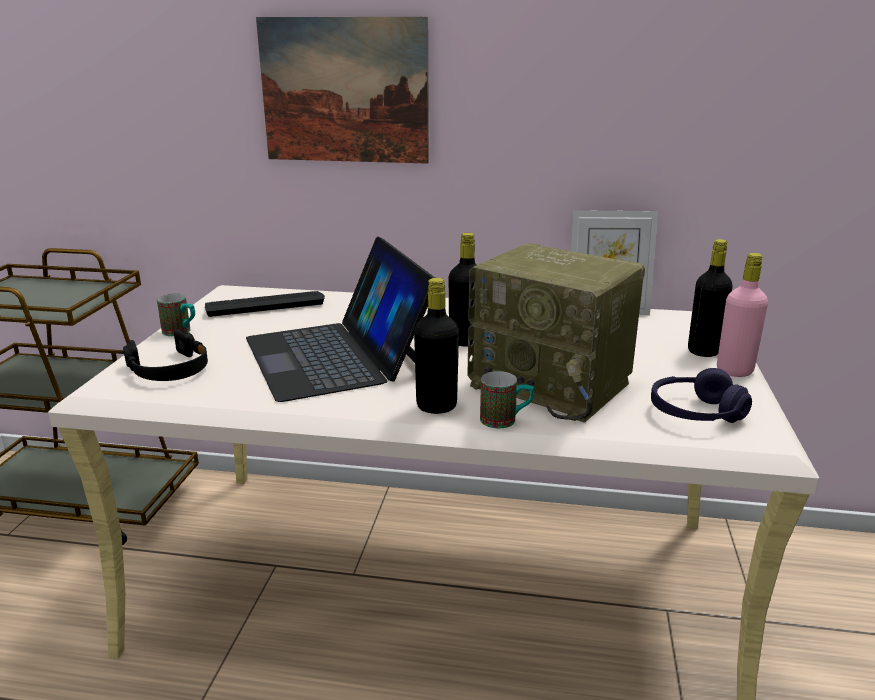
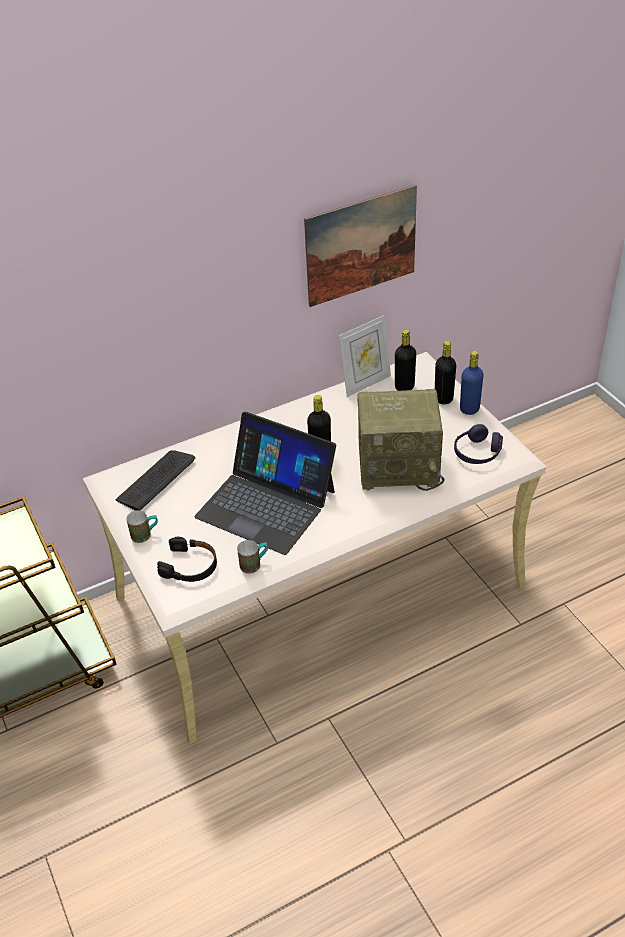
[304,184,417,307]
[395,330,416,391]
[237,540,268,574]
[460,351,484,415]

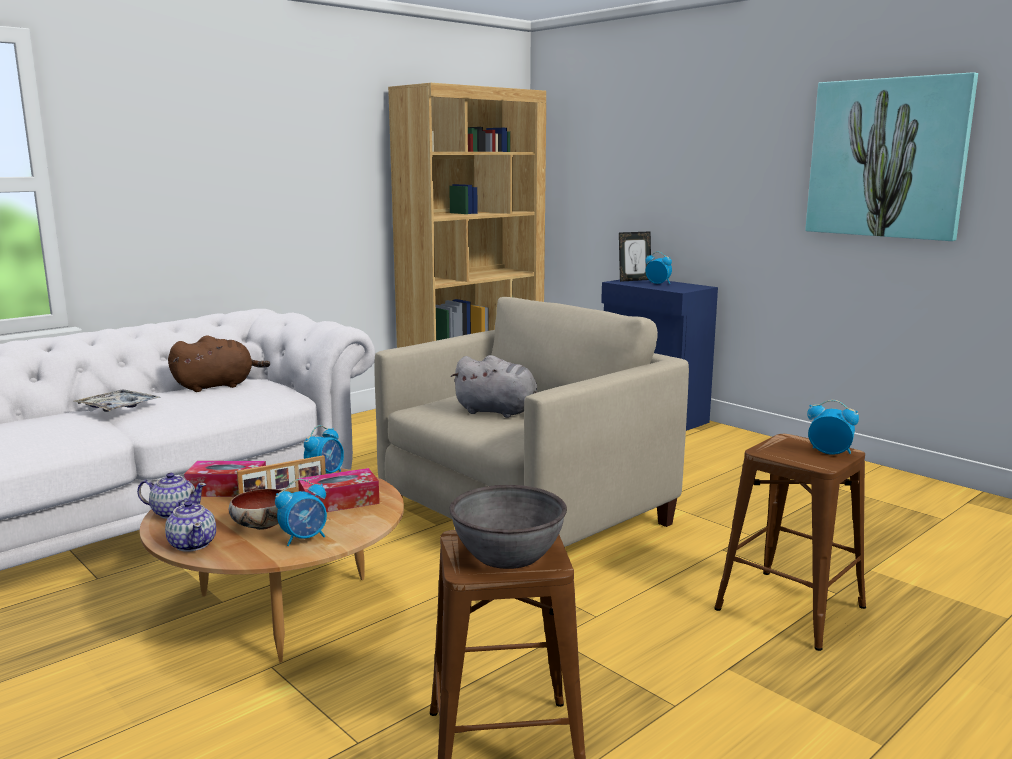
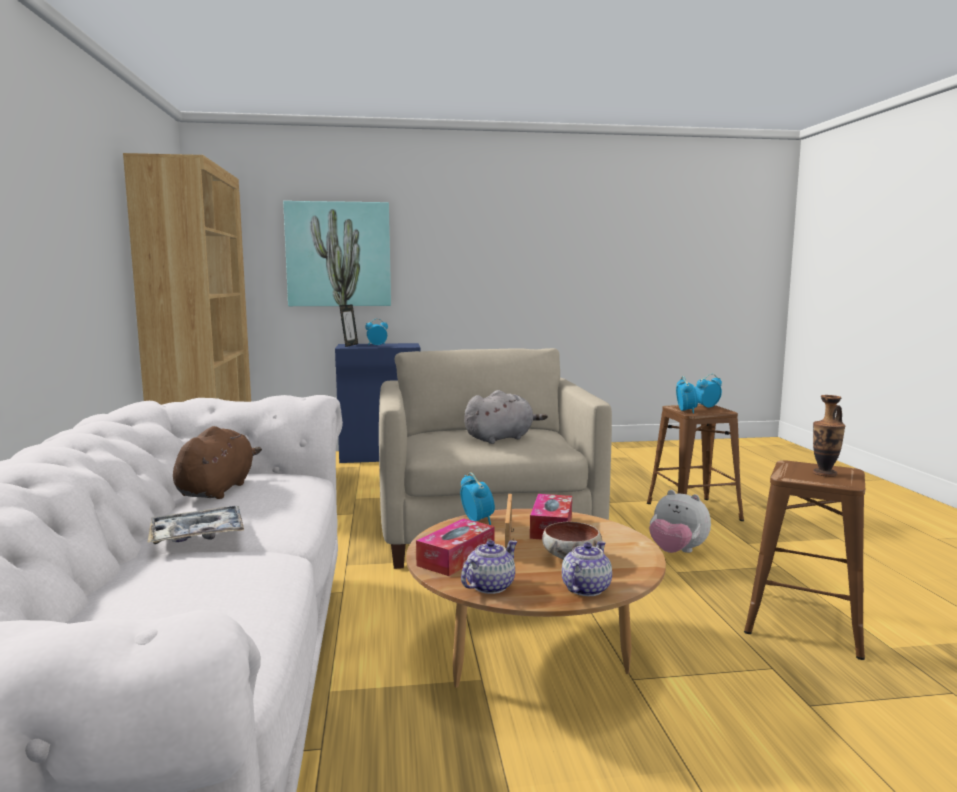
[562,541,612,596]
[676,376,698,414]
[813,395,845,477]
[283,201,391,306]
[649,490,711,553]

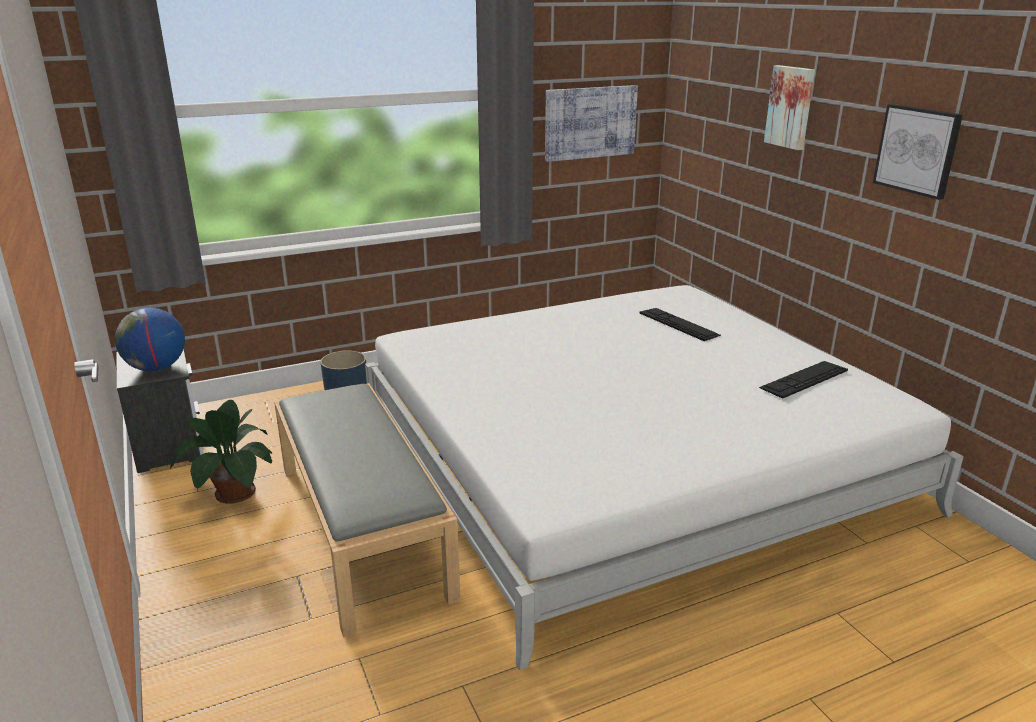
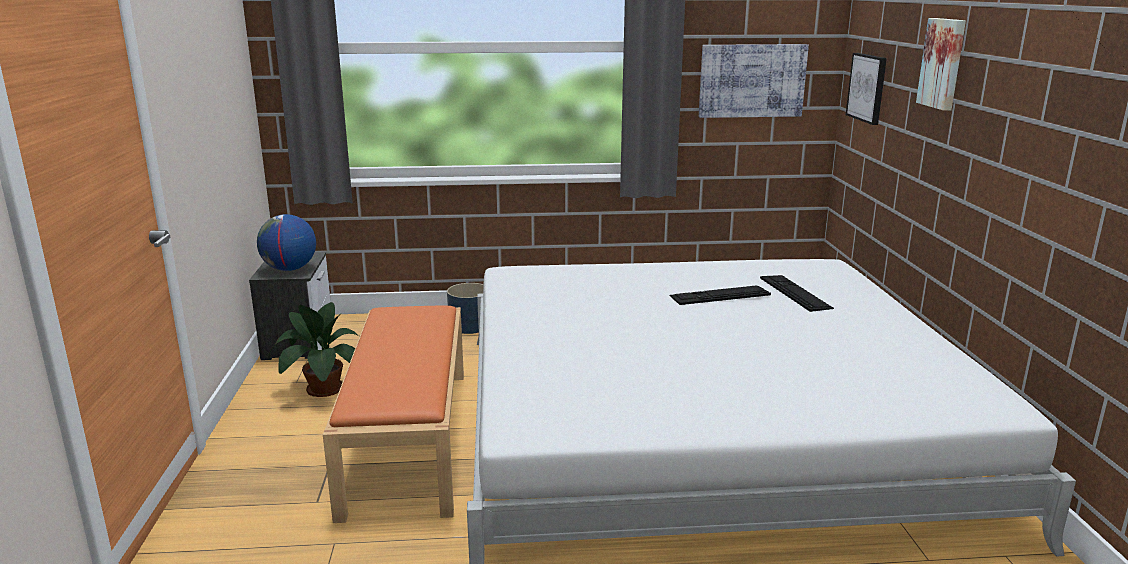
[323,306,464,523]
[669,286,771,305]
[846,53,887,125]

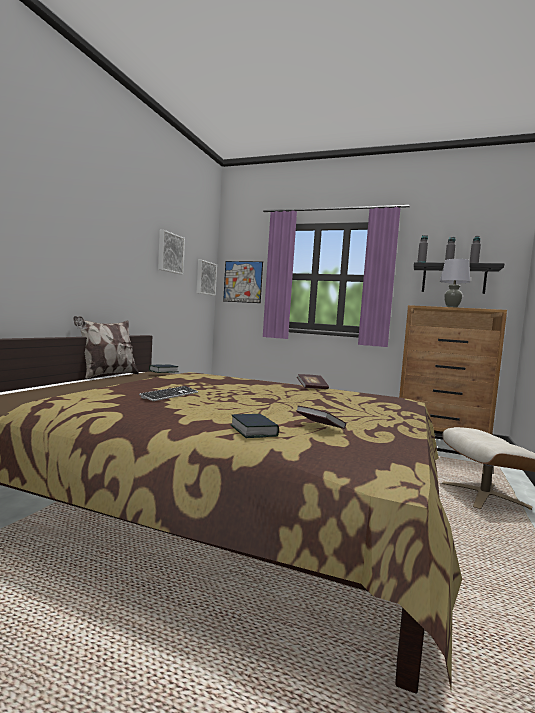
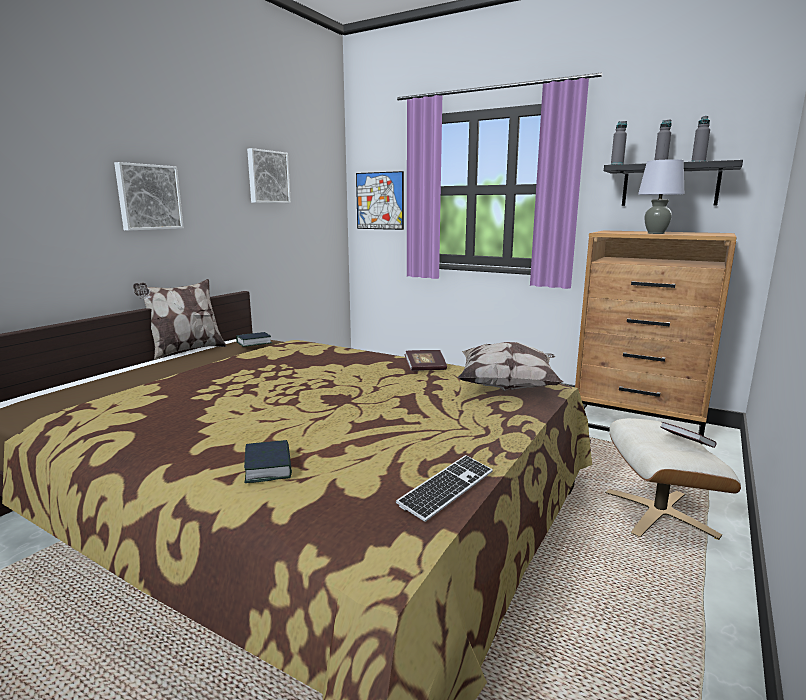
[396,455,493,522]
[114,162,184,231]
[660,422,717,448]
[458,342,564,391]

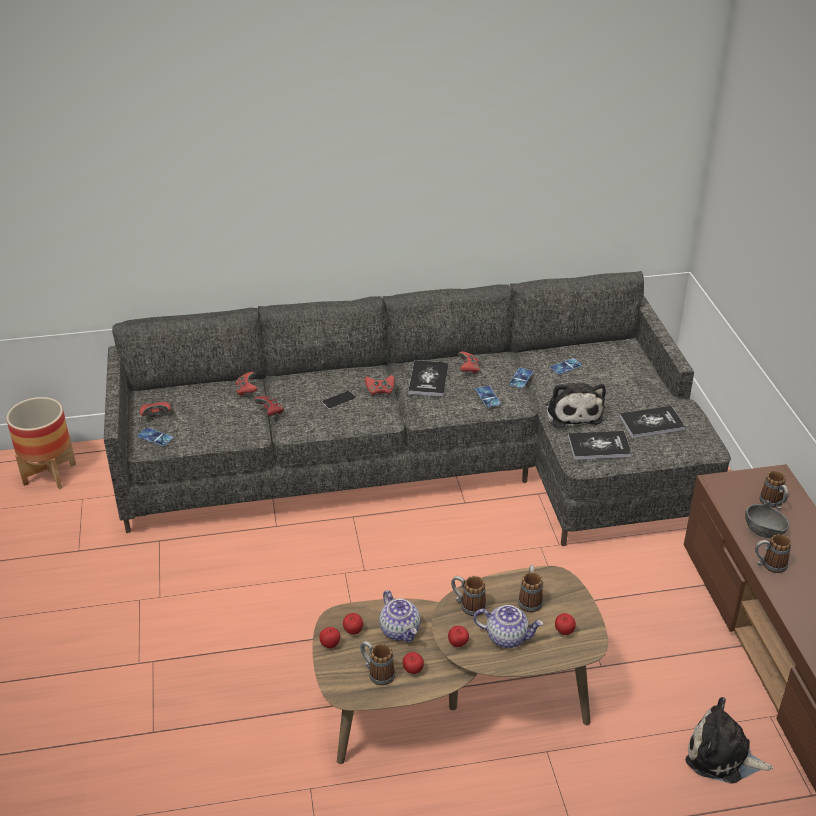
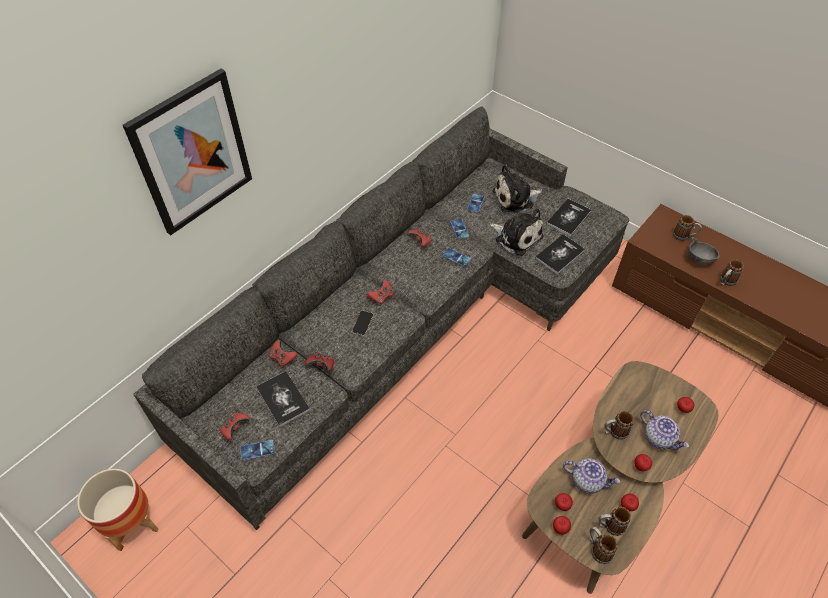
[256,371,310,427]
[640,410,689,450]
[590,527,618,564]
[493,164,542,214]
[123,69,252,235]

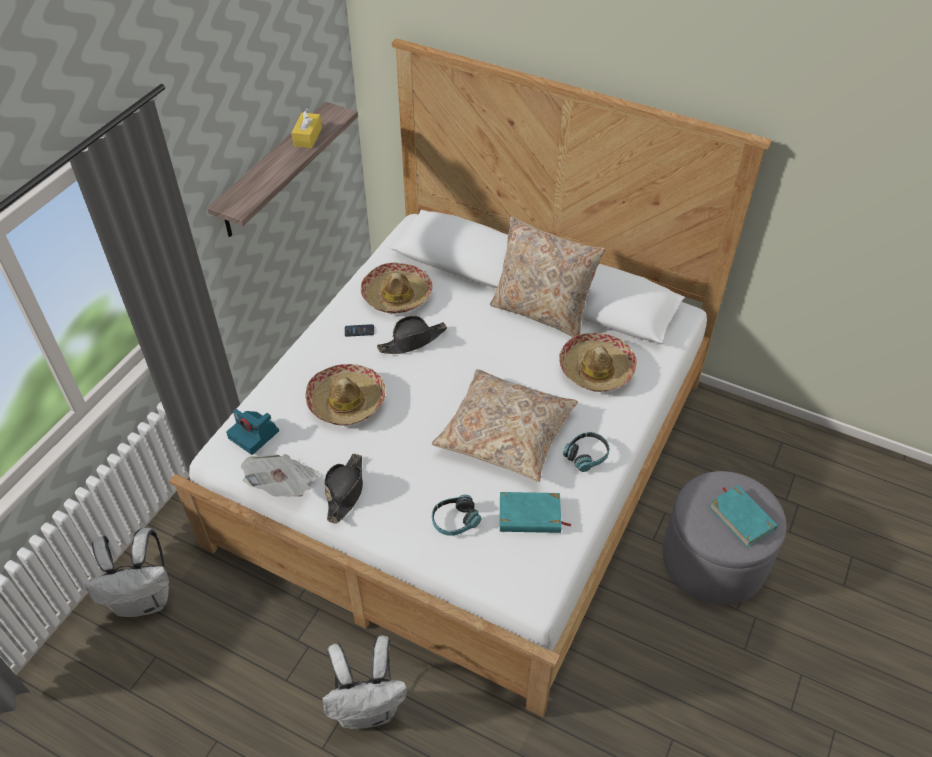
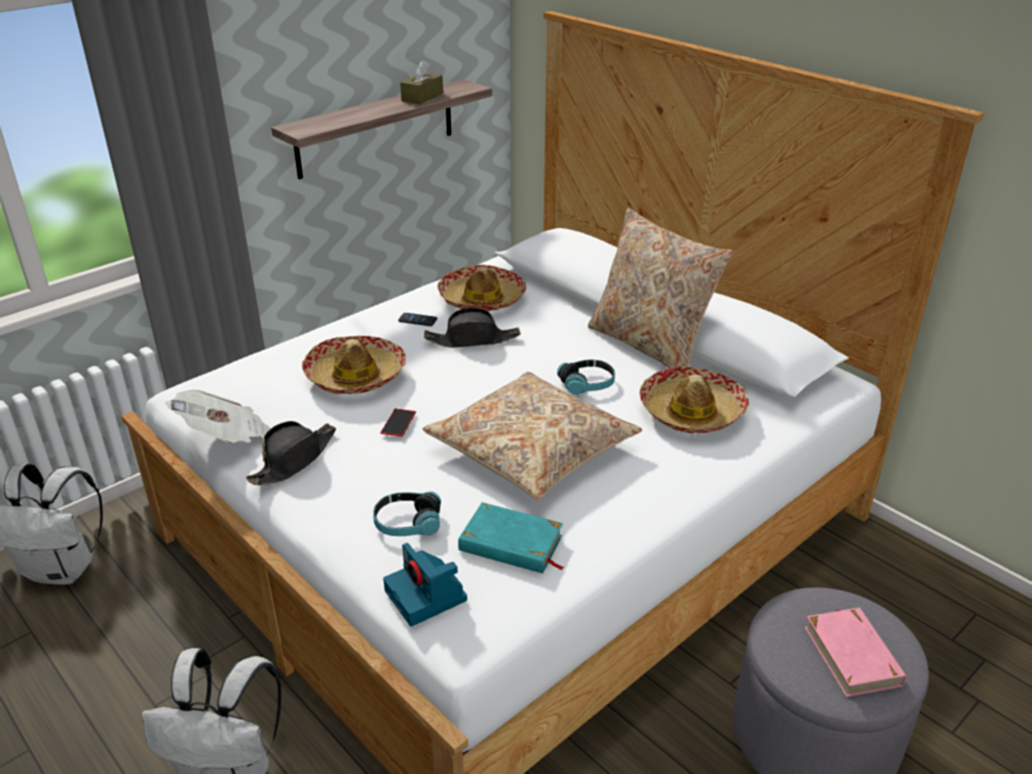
[383,543,467,627]
[400,60,443,104]
[557,359,615,395]
[804,607,906,697]
[380,408,416,437]

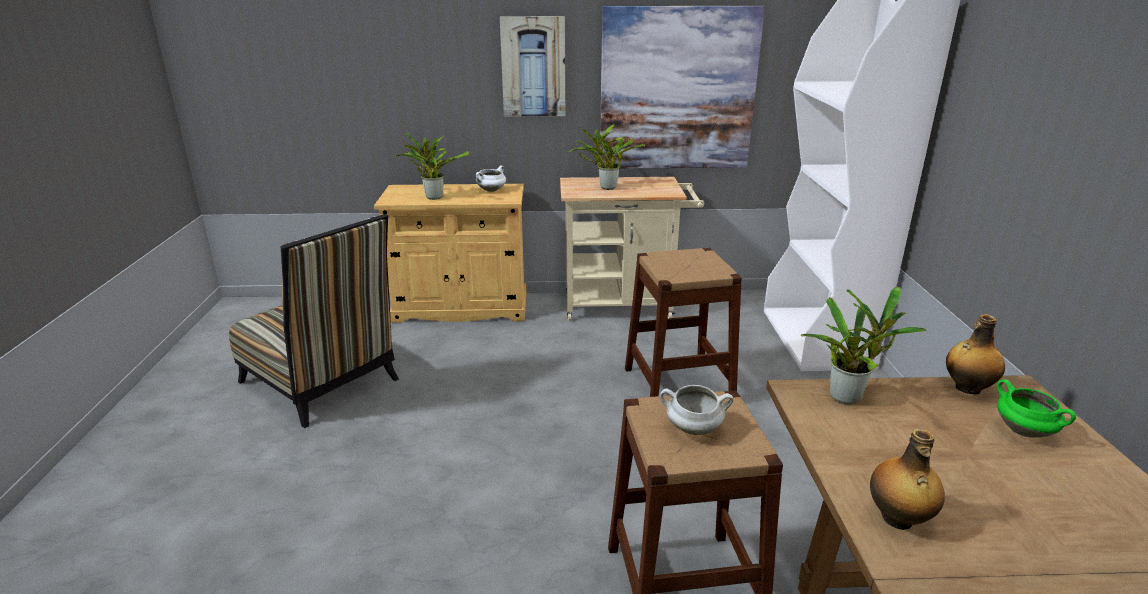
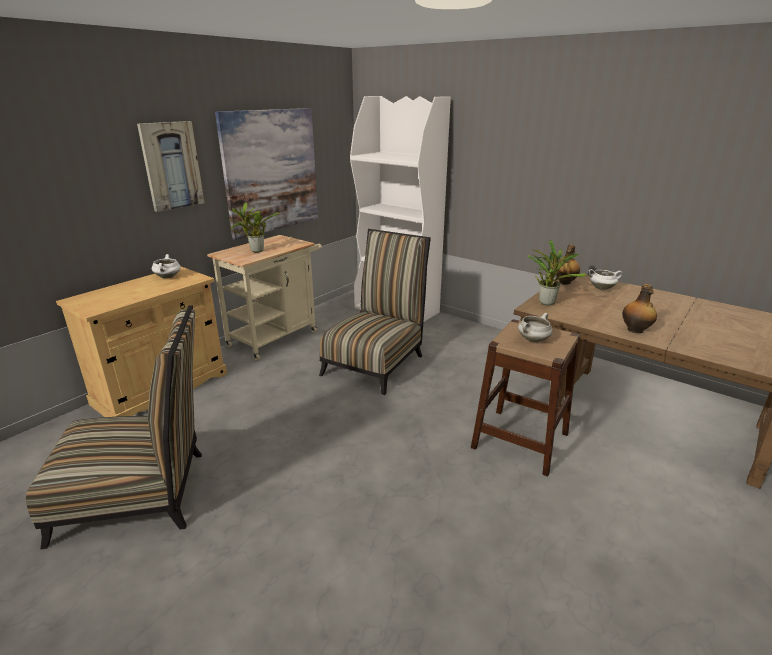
[395,132,470,200] (first image)
[319,229,431,395]
[588,269,622,290]

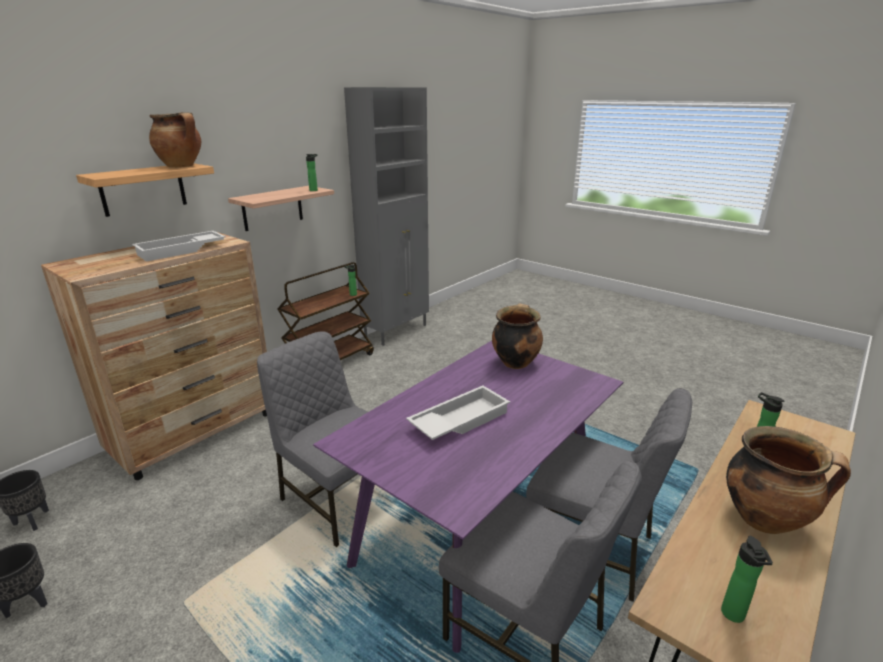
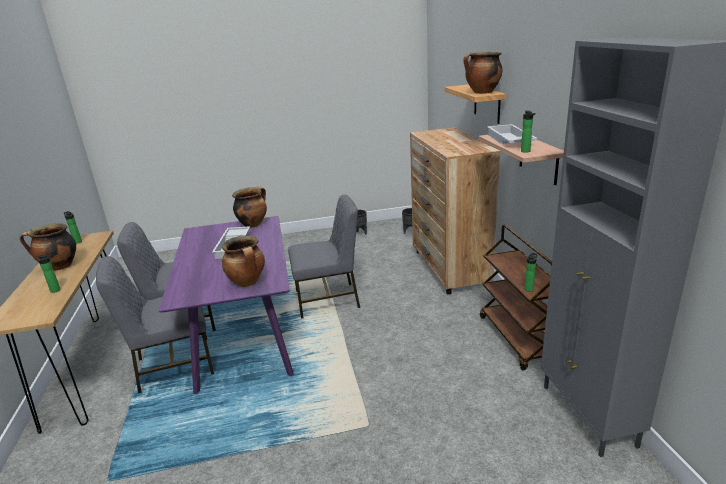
[487,124,537,144]
[232,186,267,228]

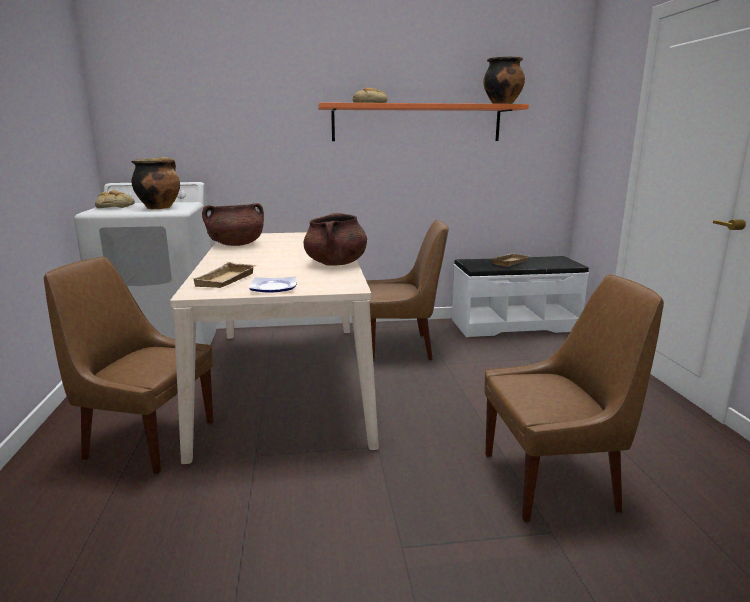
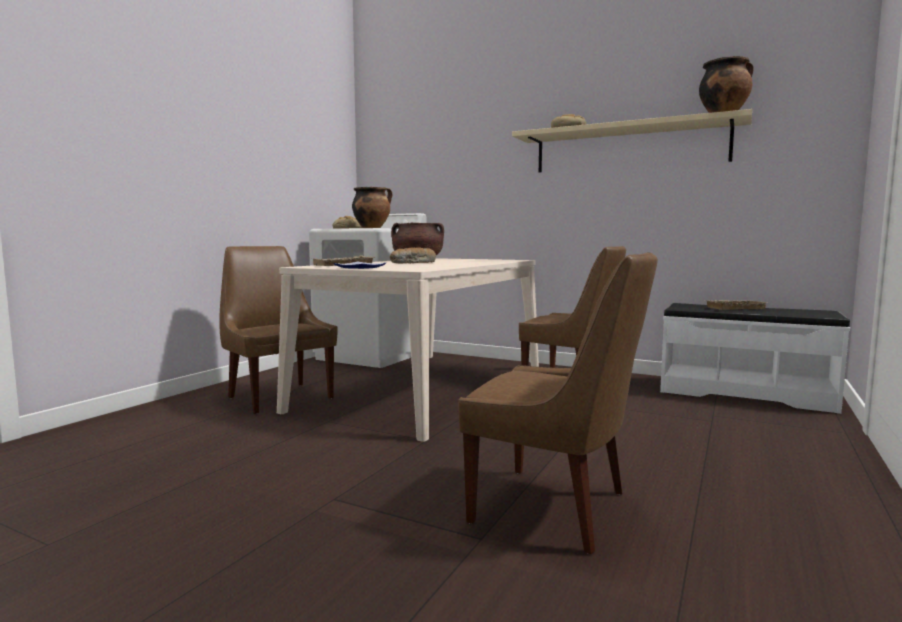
[303,213,367,266] (first image)
[512,109,752,173]
[390,247,436,263]

